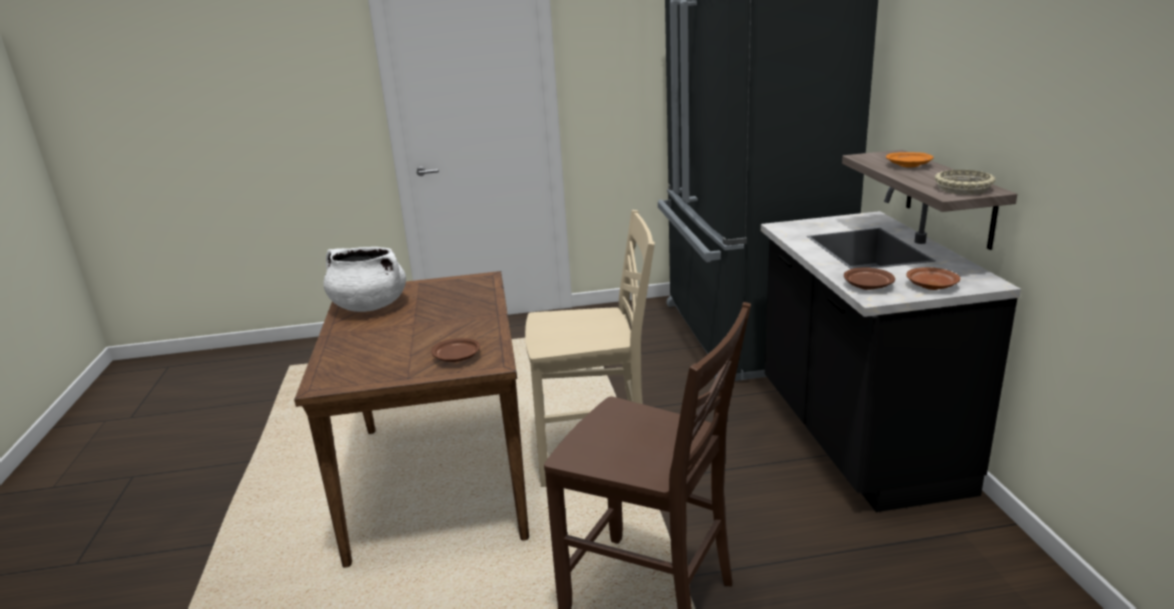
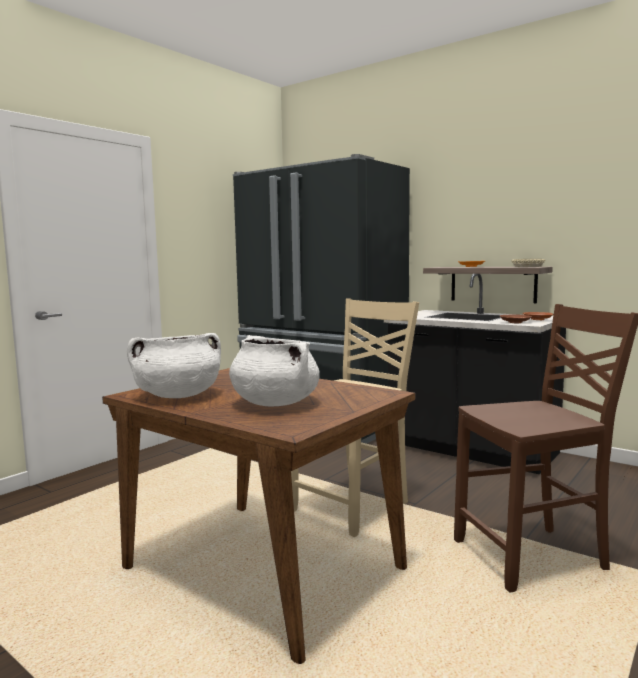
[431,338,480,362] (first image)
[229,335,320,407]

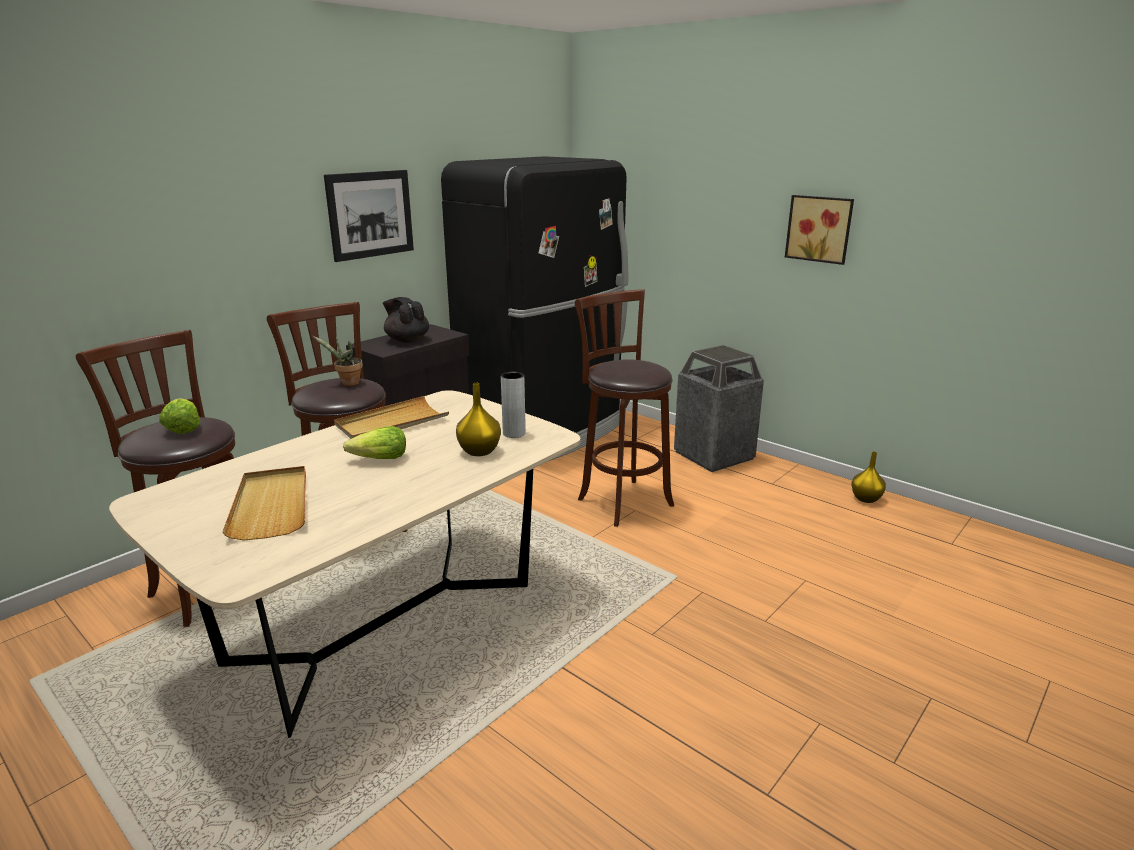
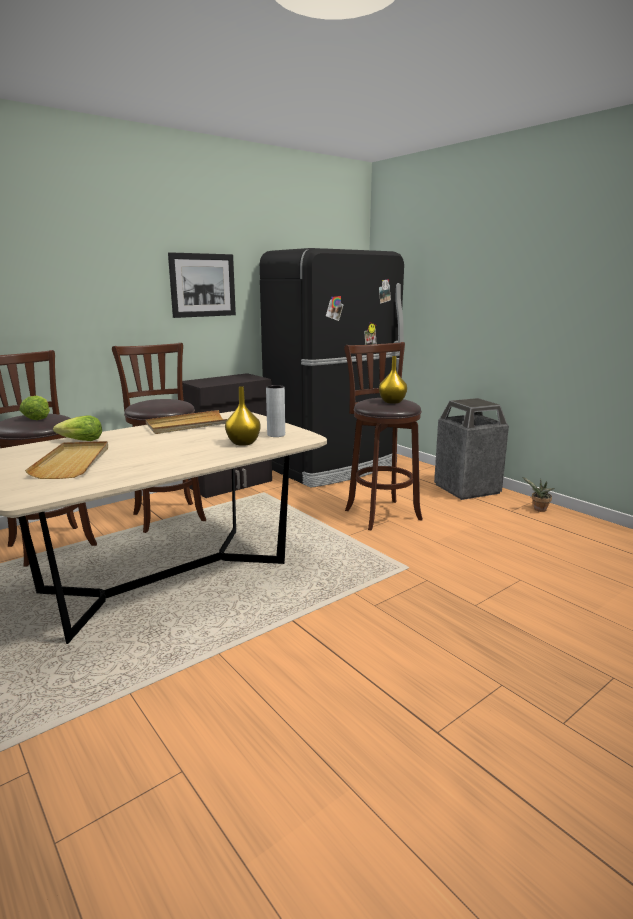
[522,477,555,512]
[53,416,102,441]
[383,297,429,343] (first image)
[785,195,854,265] (first image)
[379,356,407,404]

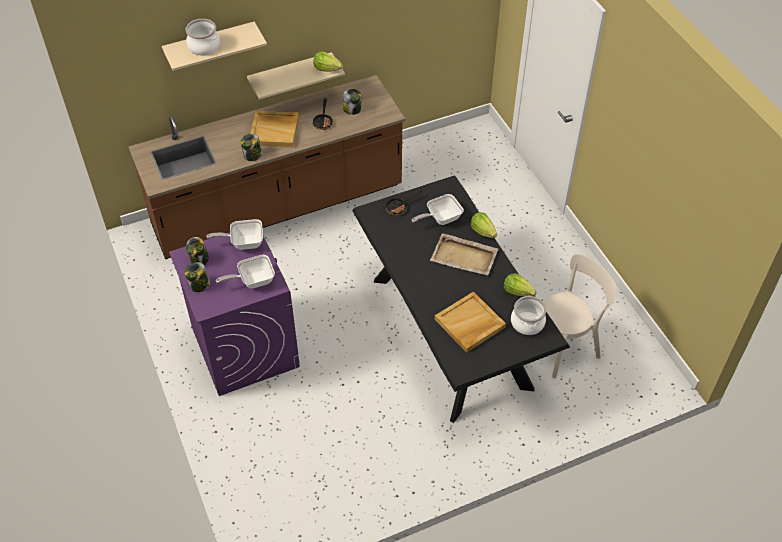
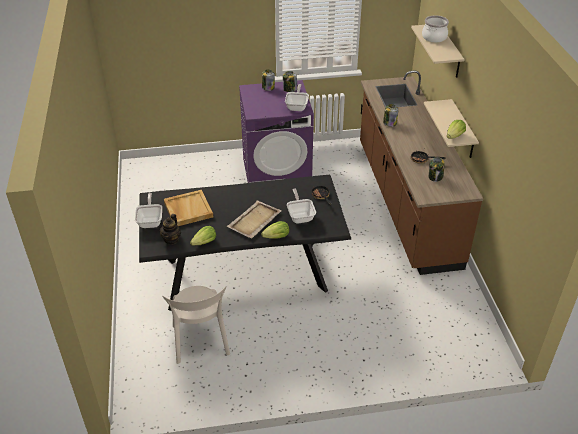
[135,193,162,228]
[250,111,299,148] (first image)
[160,214,181,245]

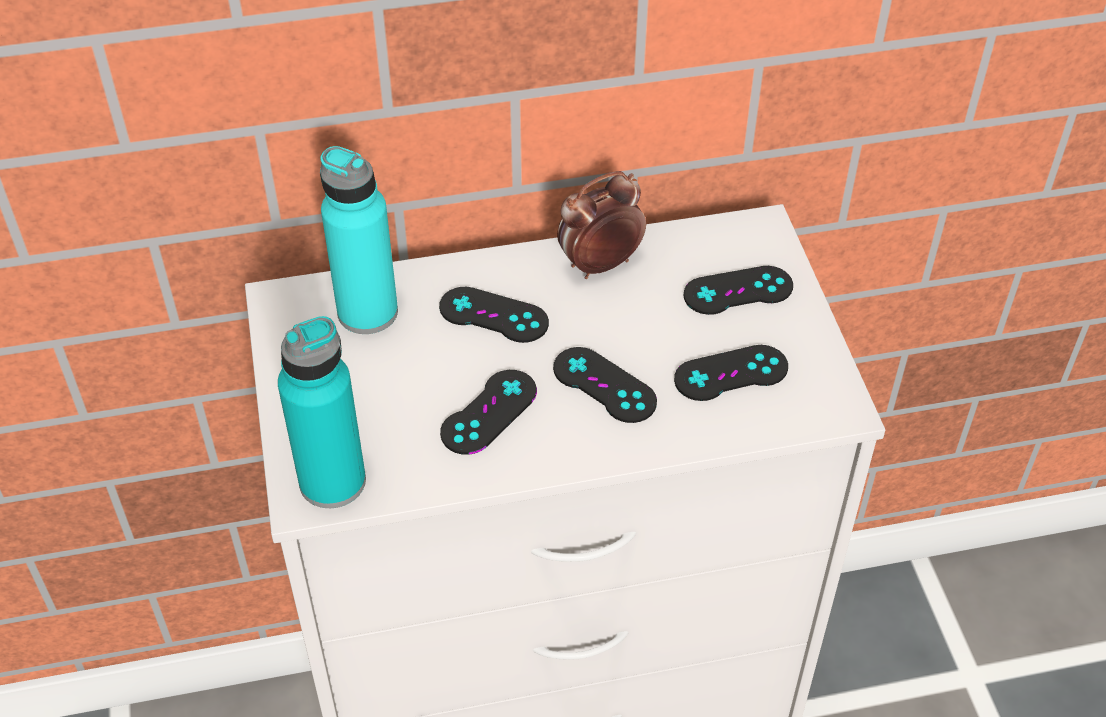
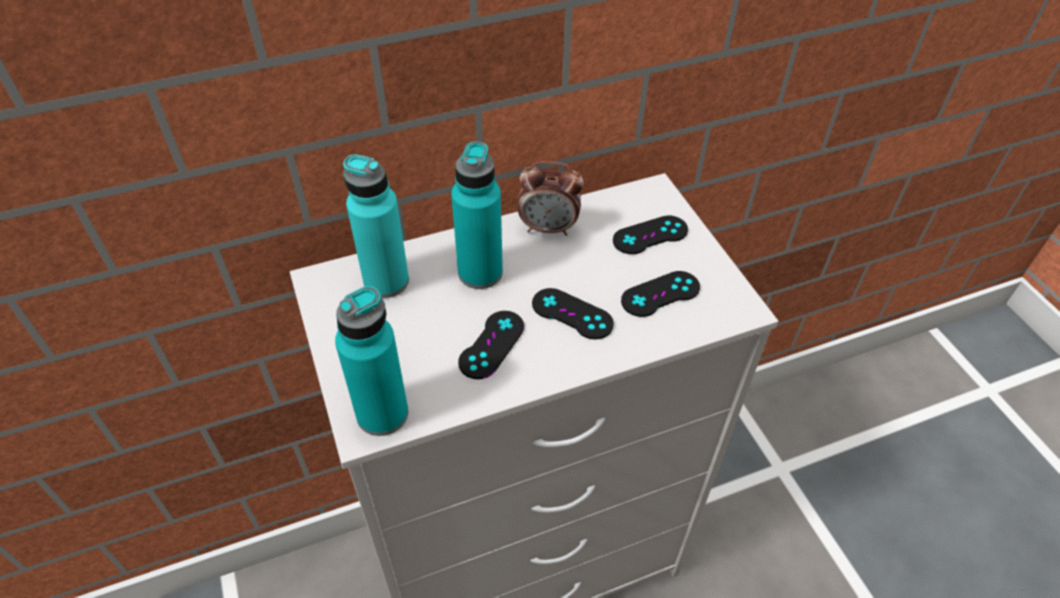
[451,141,503,289]
[518,161,584,236]

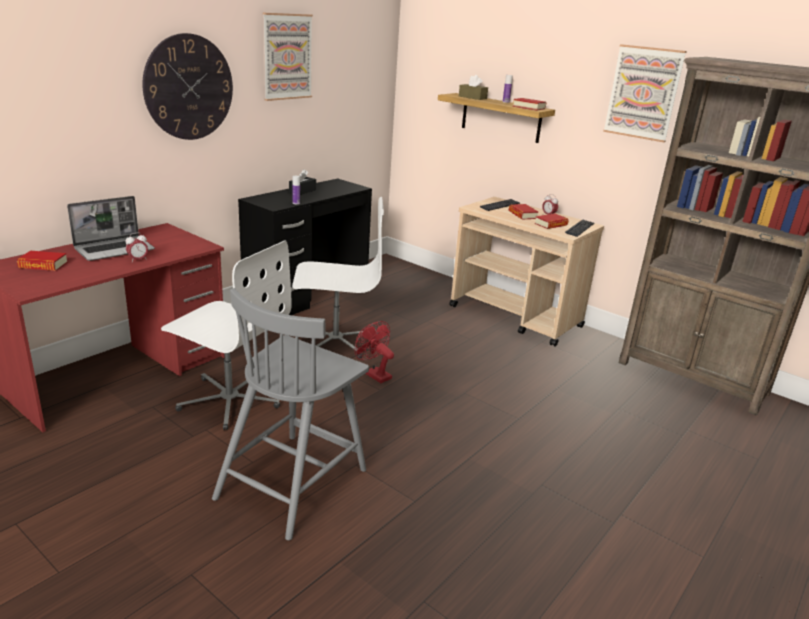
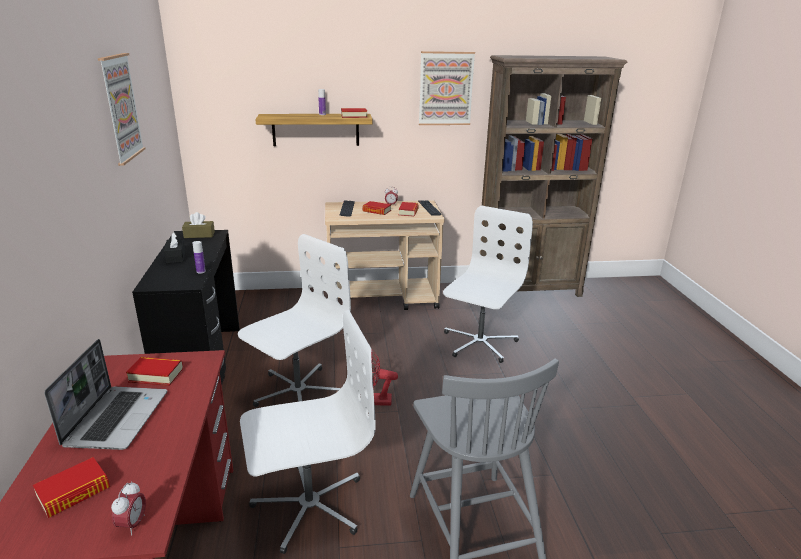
[111,481,146,536]
[143,33,233,140] (first image)
[182,212,215,238]
[126,357,183,386]
[443,205,533,363]

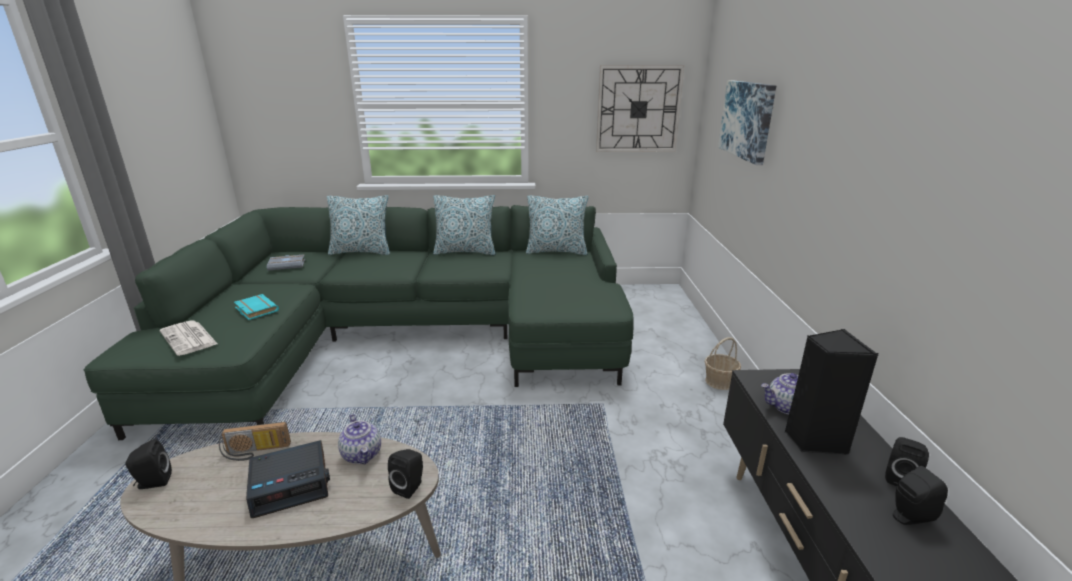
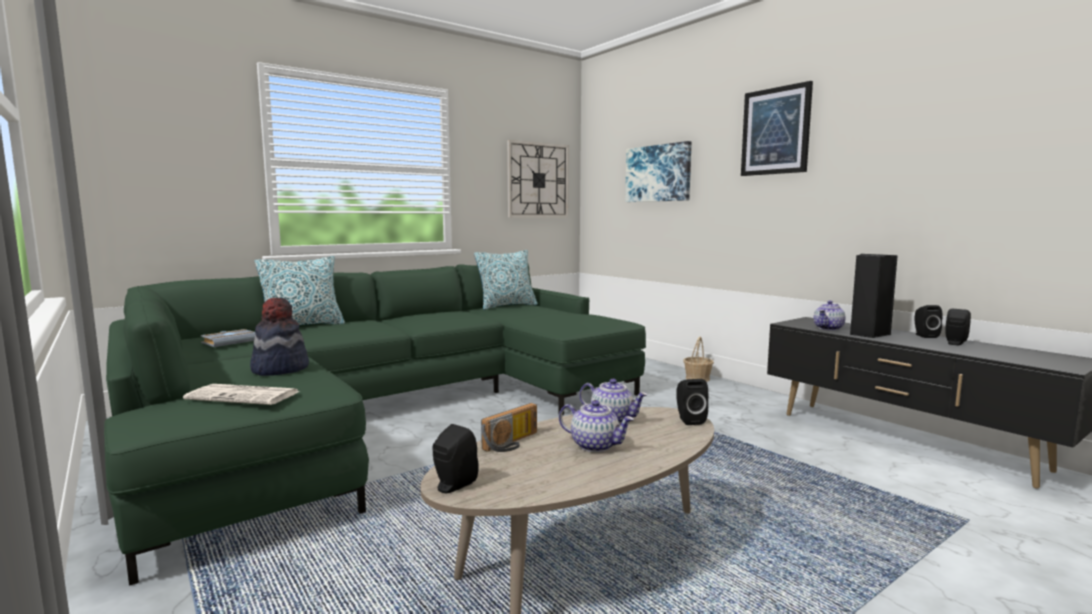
[250,297,309,376]
[559,400,634,452]
[433,195,495,255] (first image)
[741,81,813,176]

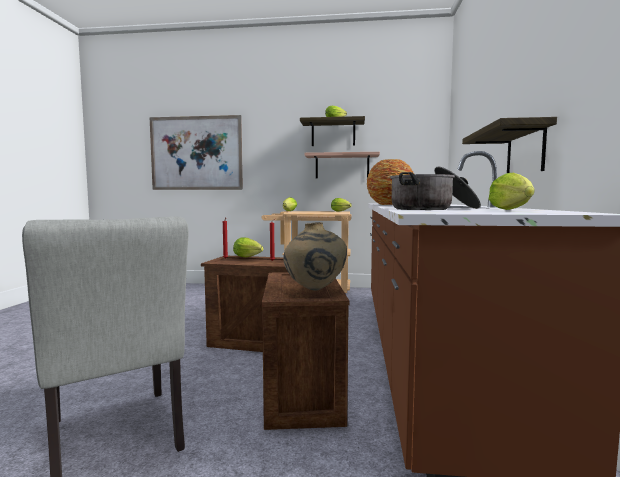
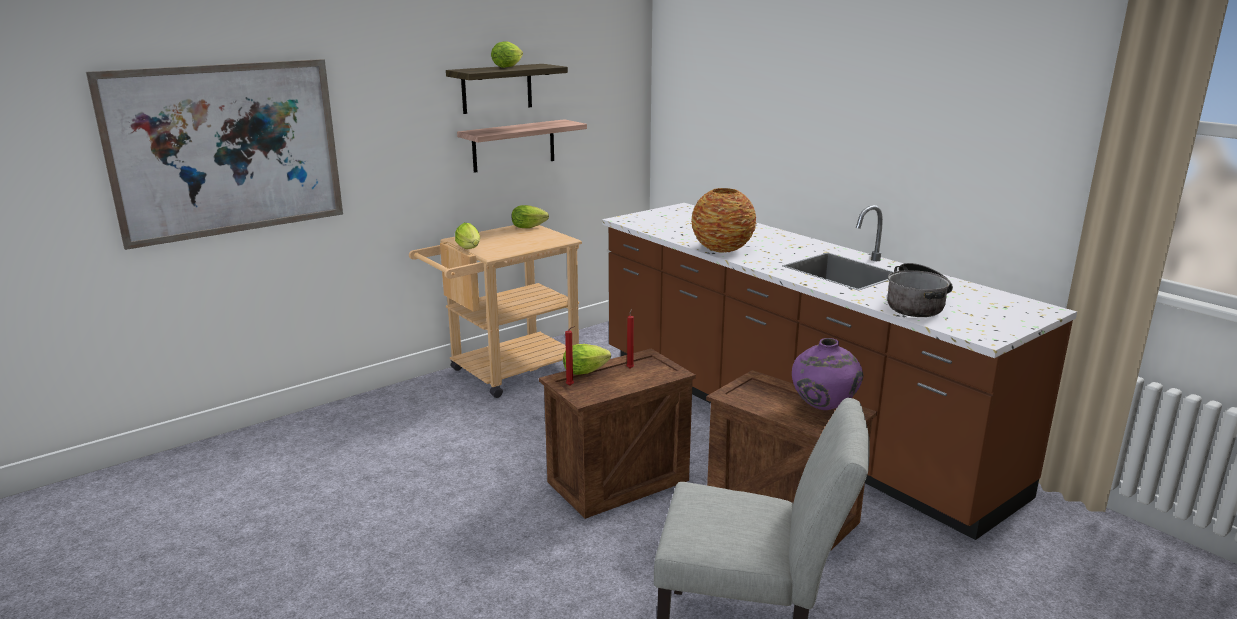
[792,338,863,410]
[462,117,557,173] (first image)
[489,173,535,210] (first image)

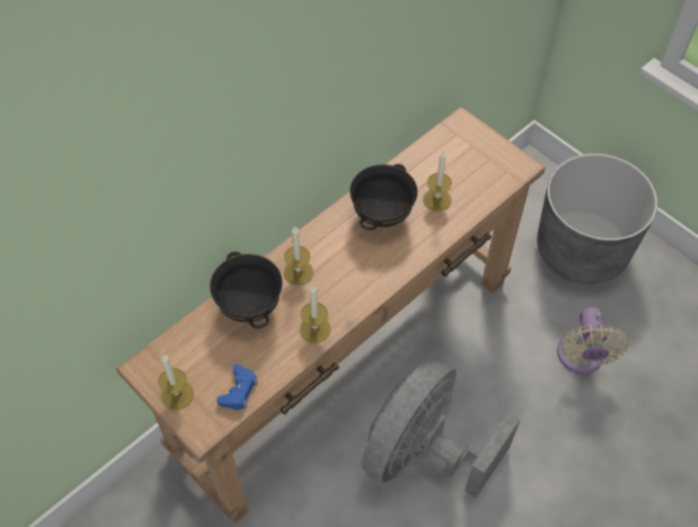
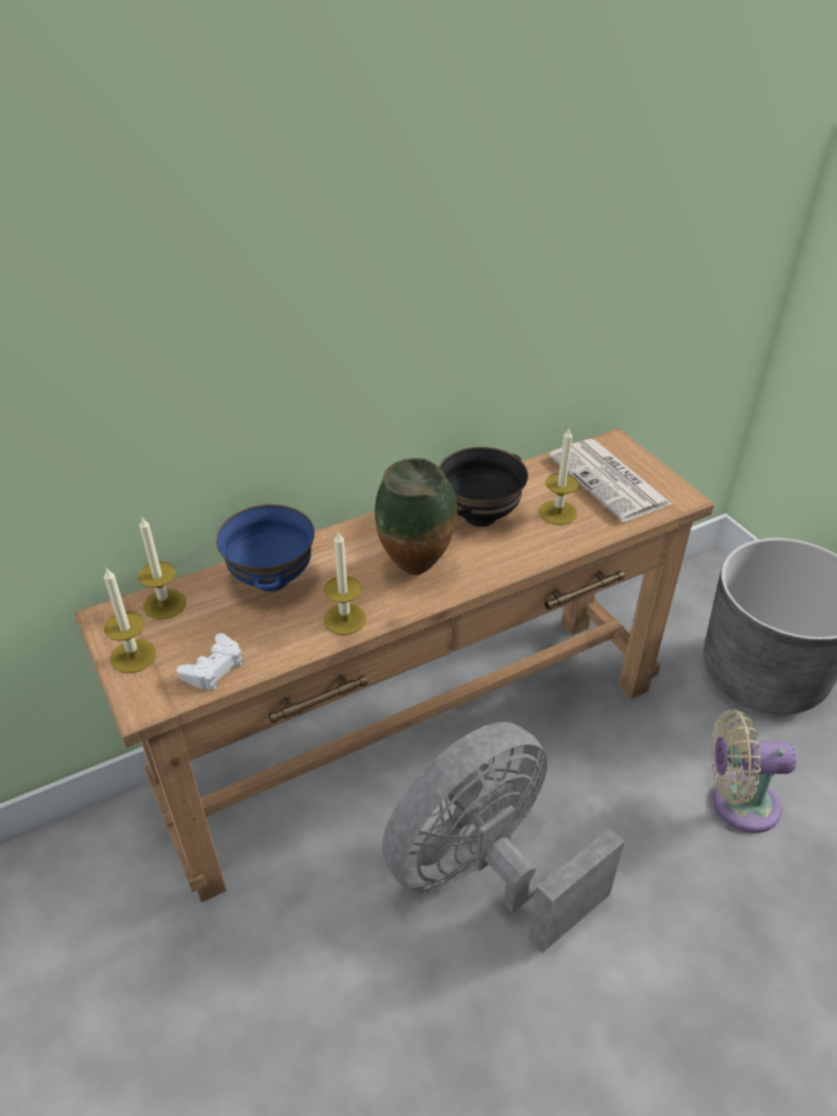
[216,504,315,591]
[177,633,244,691]
[138,517,186,620]
[711,709,796,833]
[375,458,458,575]
[548,439,672,522]

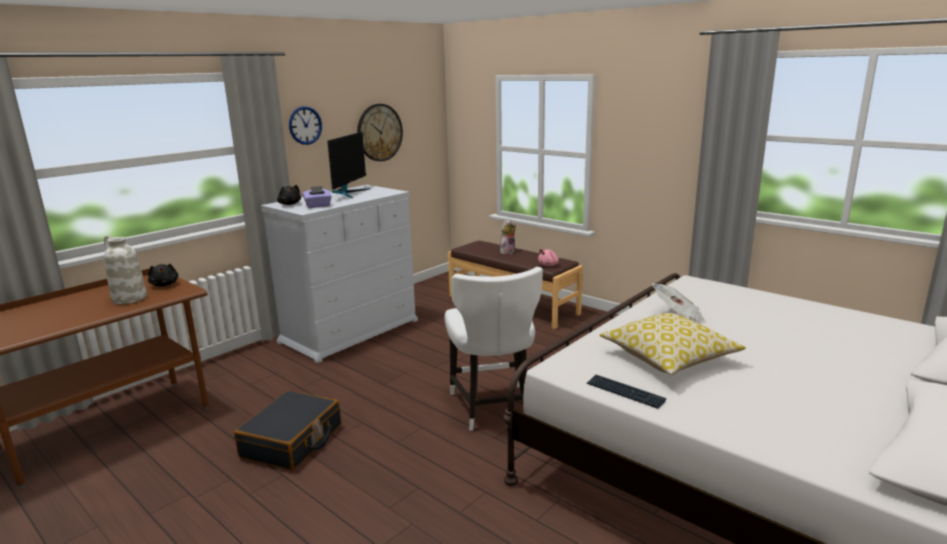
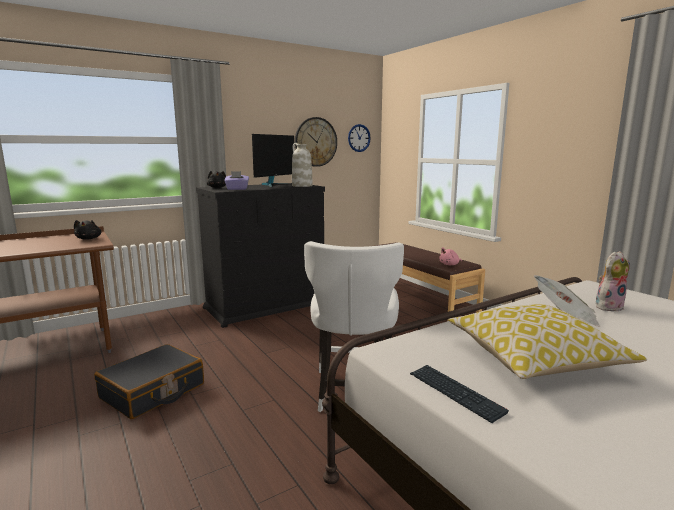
[292,143,313,187]
[196,184,325,328]
[348,124,371,152]
[596,251,630,311]

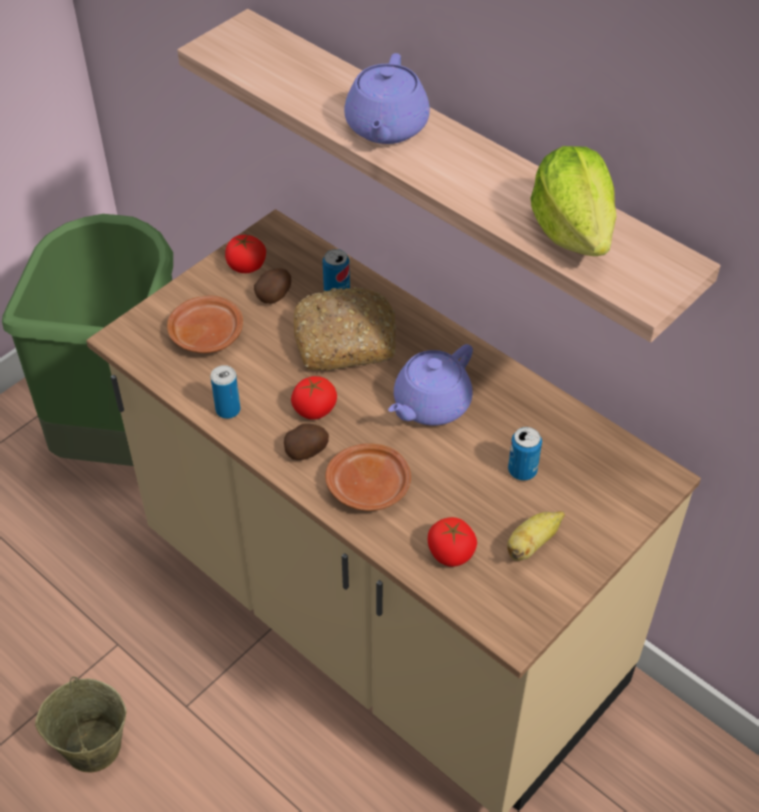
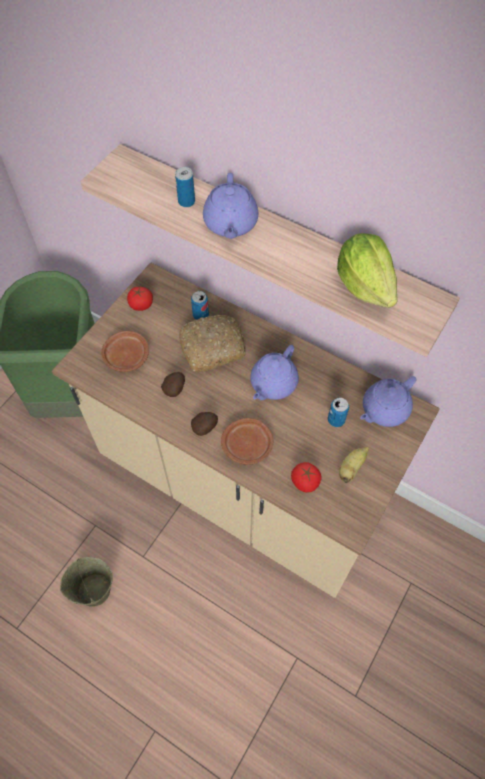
[175,167,195,207]
[161,372,185,397]
[291,376,337,420] (first image)
[360,376,417,427]

